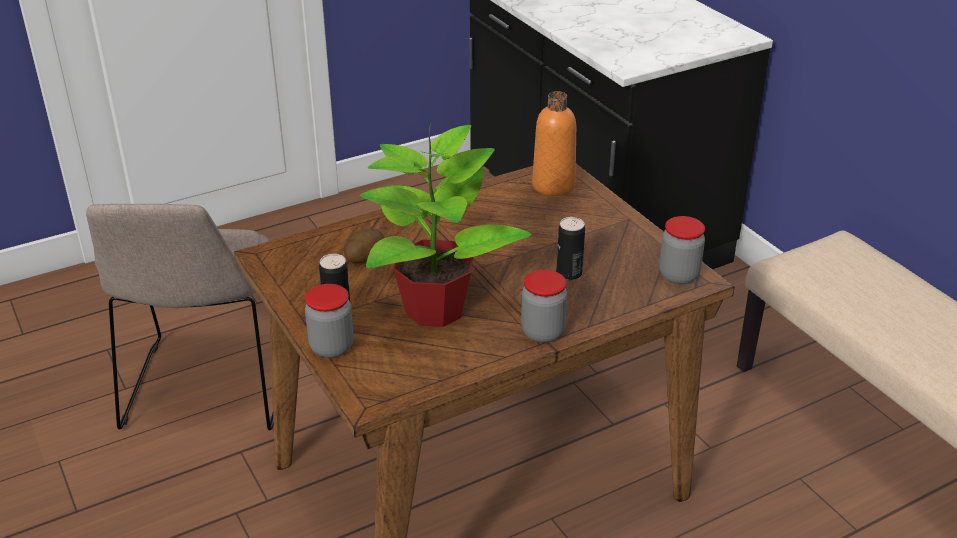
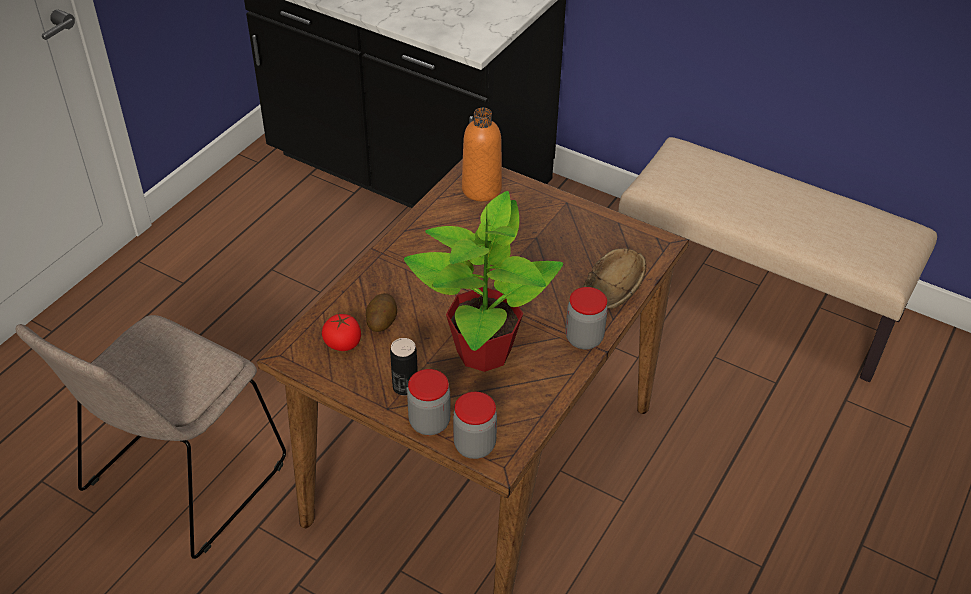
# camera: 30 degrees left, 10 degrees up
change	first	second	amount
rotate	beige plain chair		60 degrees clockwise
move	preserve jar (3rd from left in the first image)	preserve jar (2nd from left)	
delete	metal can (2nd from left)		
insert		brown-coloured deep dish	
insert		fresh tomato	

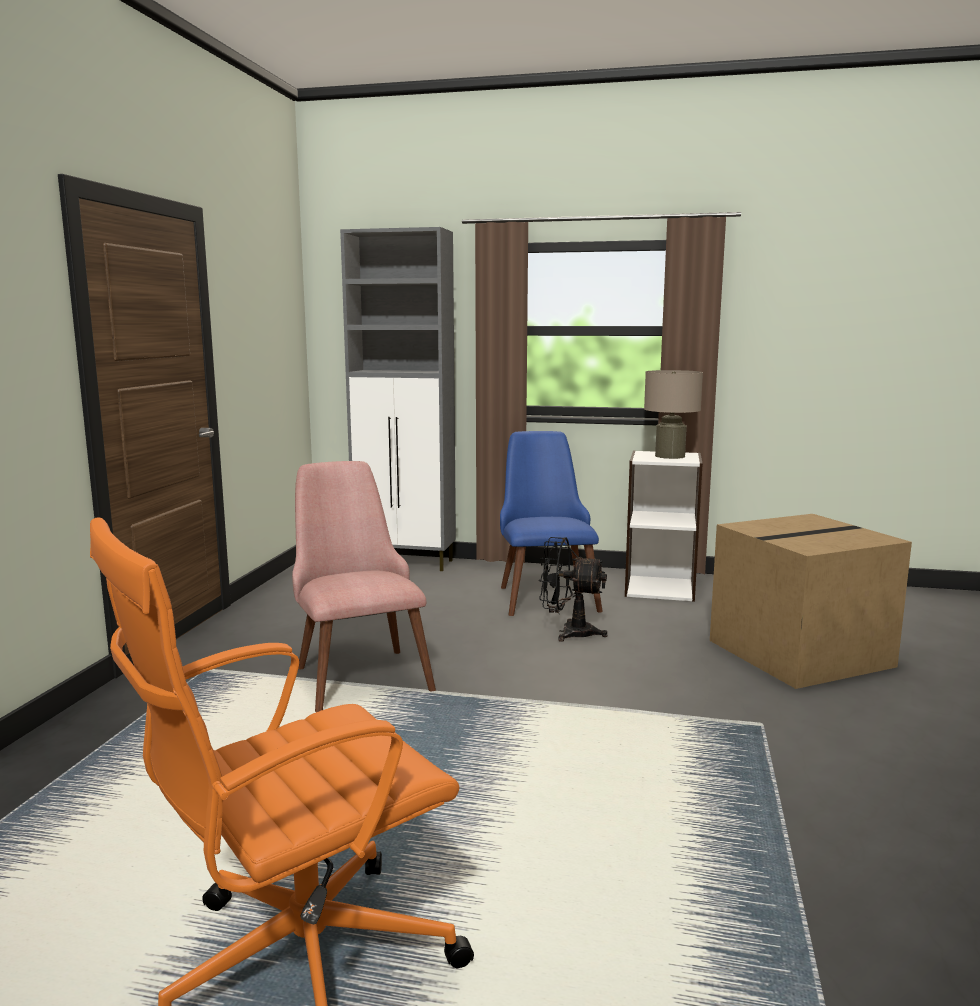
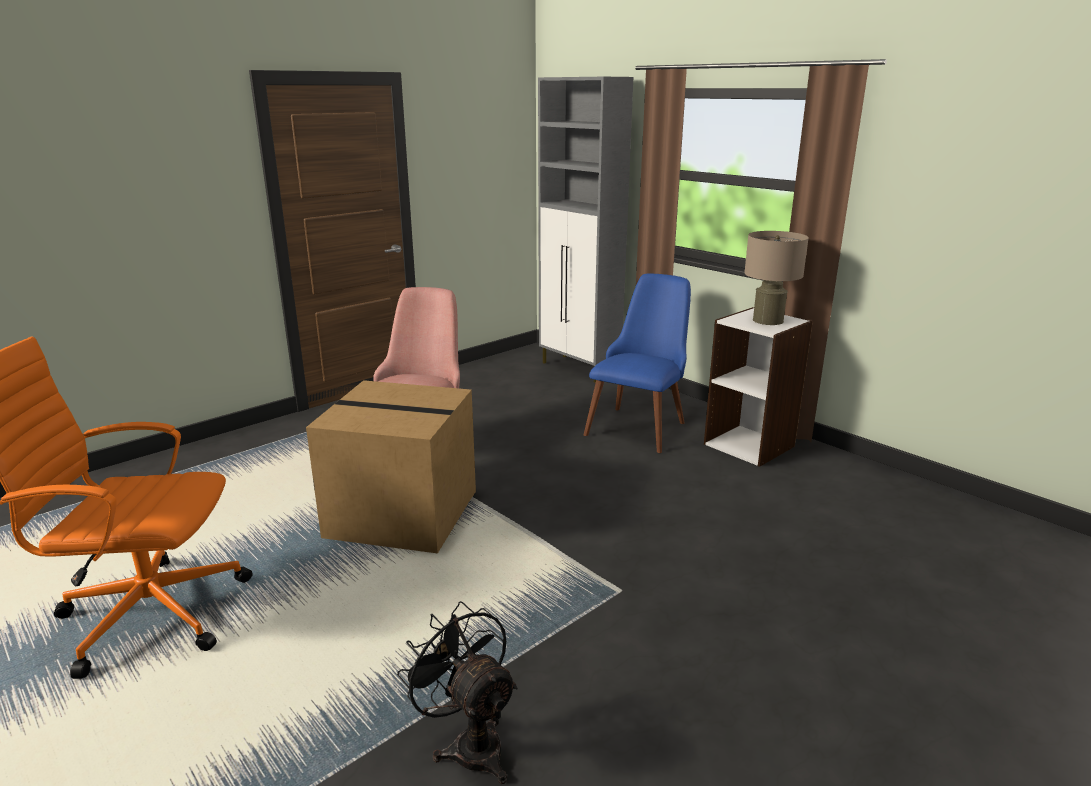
# camera: 35 degrees right, 10 degrees up
change	first	second	amount
move	packing box		
move	blackish electric fan		

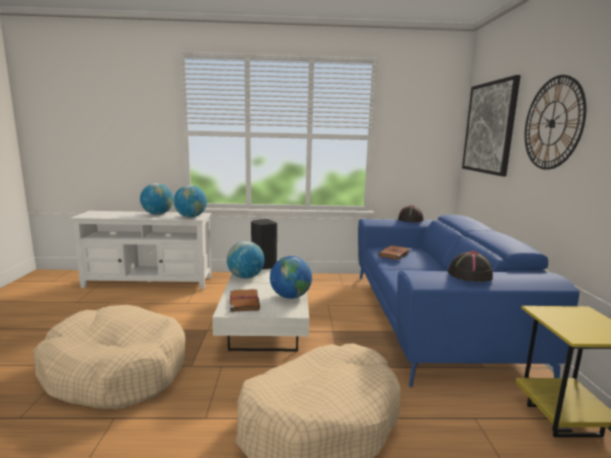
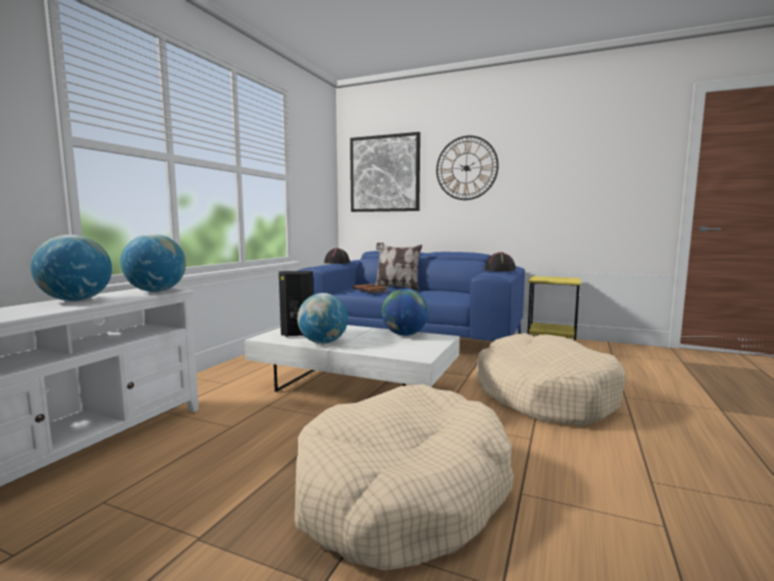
# camera: 65 degrees left, 5 degrees down
change	first	second	amount
delete	brown-coloured volume (1st from left)		
insert		cushion	

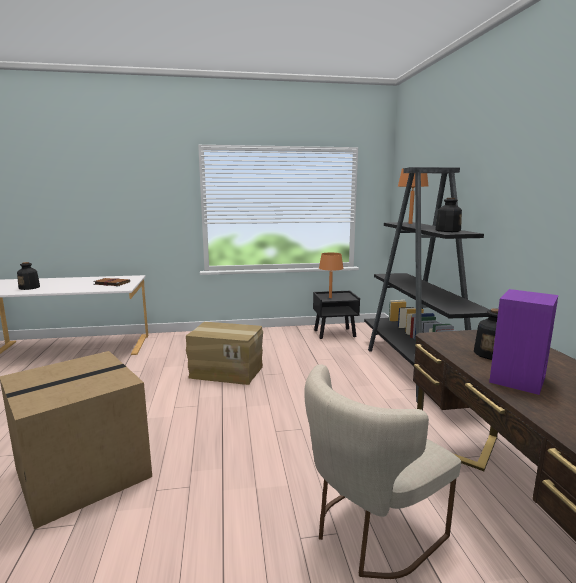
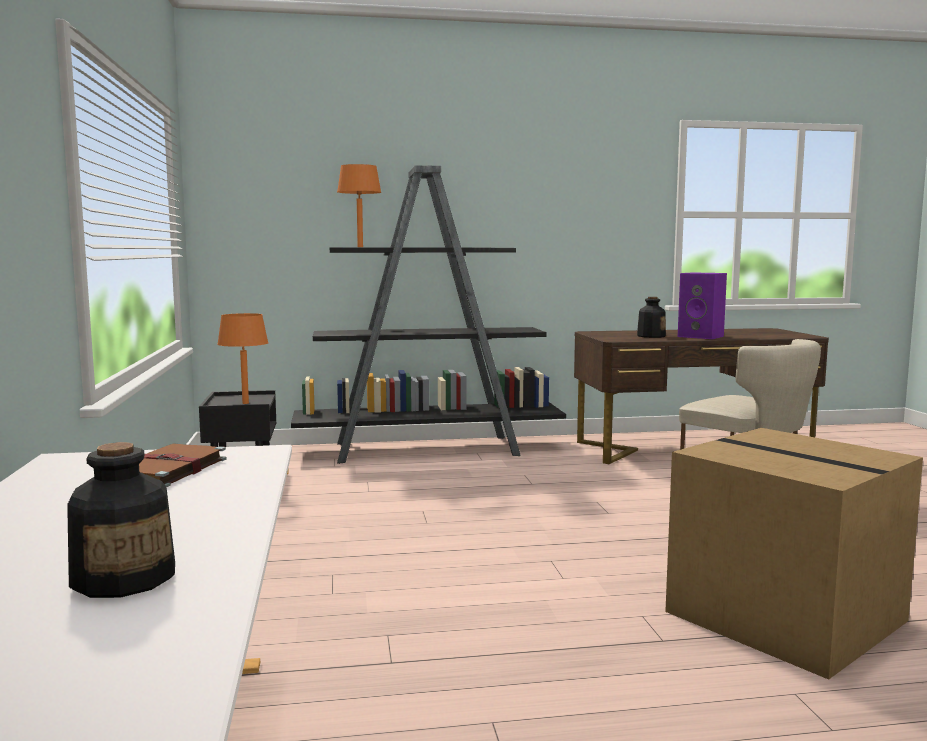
# camera: 90 degrees left, 5 degrees down
change	first	second	amount
delete	bottle (2nd from left)		
delete	packing box (2nd from left)		

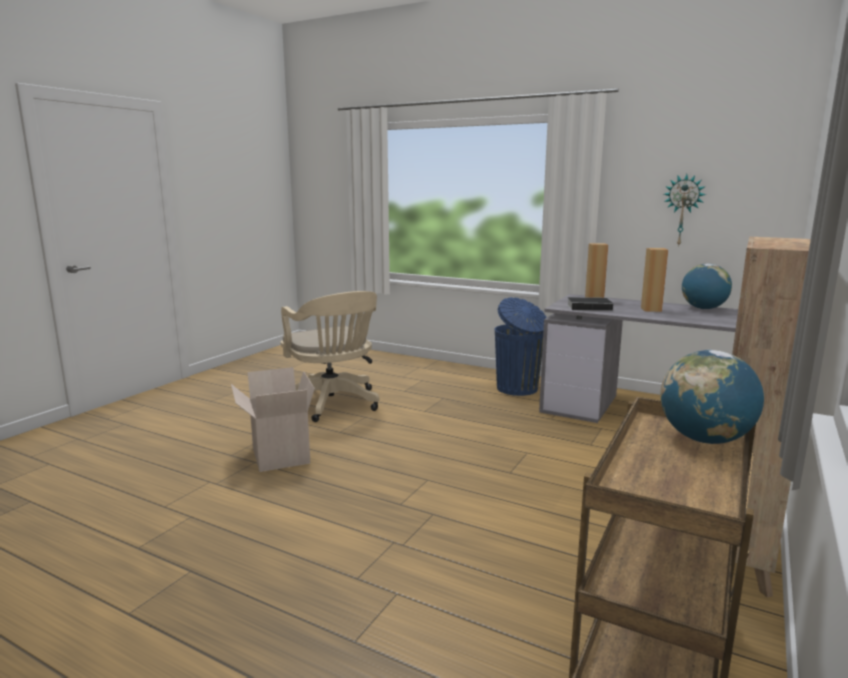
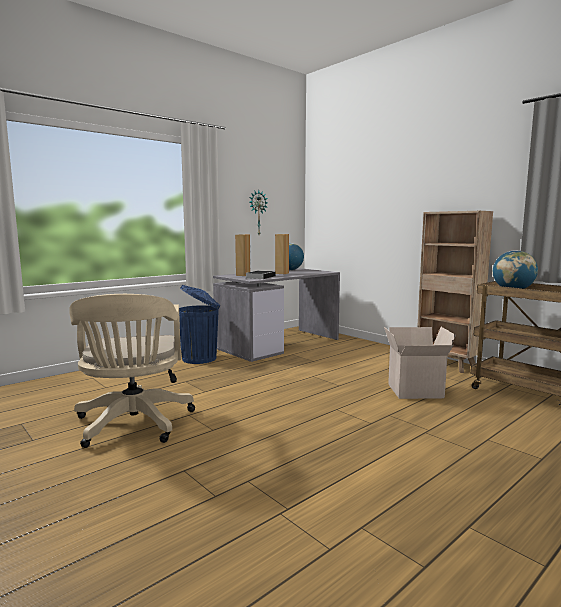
# camera: 70 degrees left, 5 degrees down
change	first	second	amount
rotate	beige desk chair		90 degrees clockwise
move	packing box		

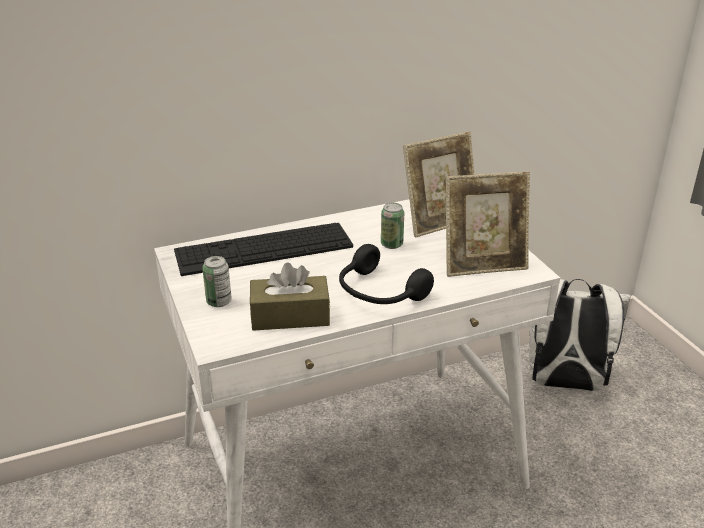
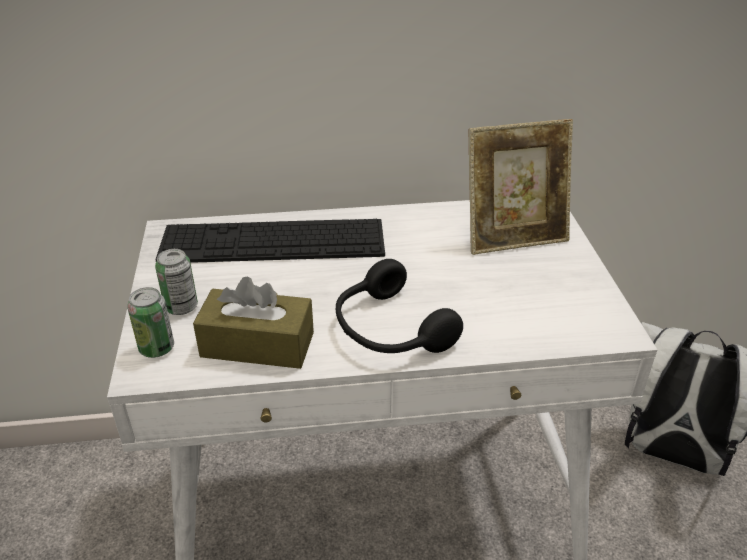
# camera: 15 degrees right, 5 degrees up
change	first	second	amount
delete	photo frame (2nd from left)		
move	metal can (2nd from left in the first image)	metal can (1st from left)	

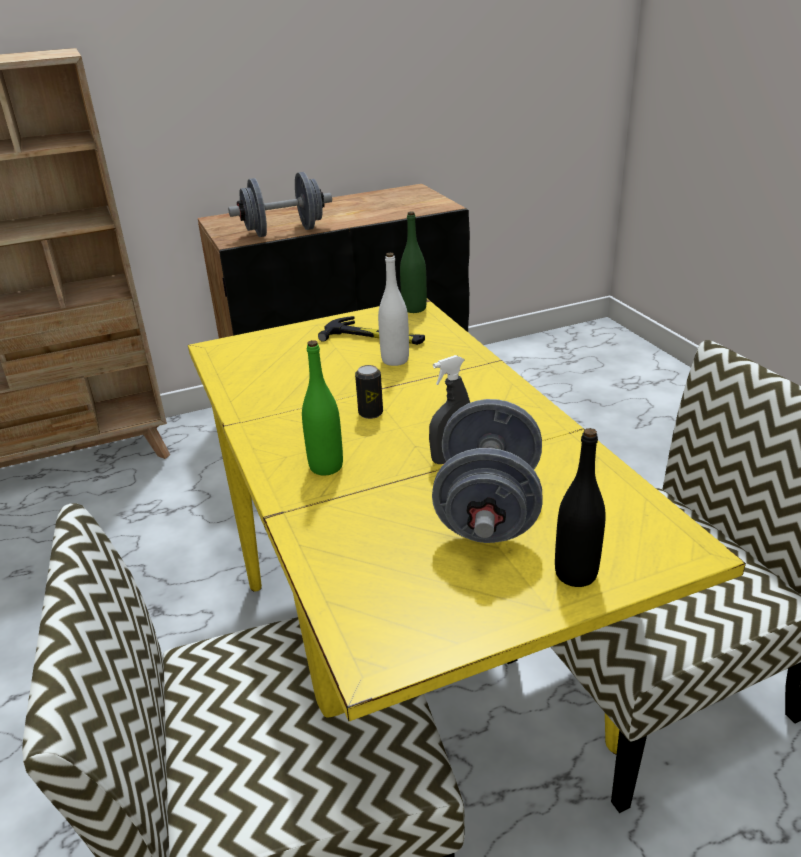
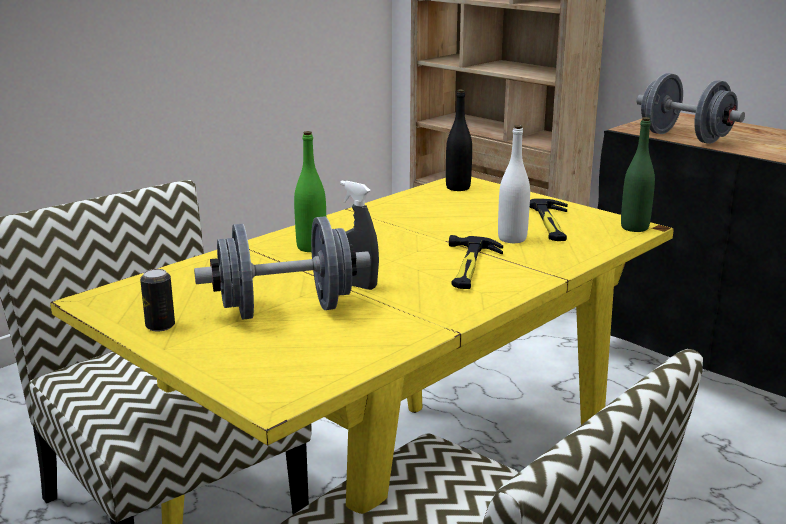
# camera: 65 degrees right, 10 degrees down
change	first	second	amount
move	metal can		
move	blackish bottle		
insert		tool hammer (1st from left)	

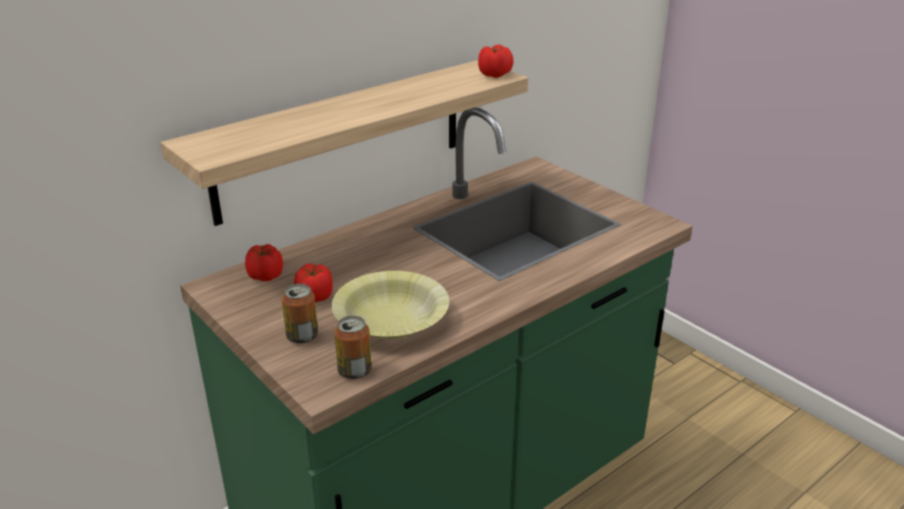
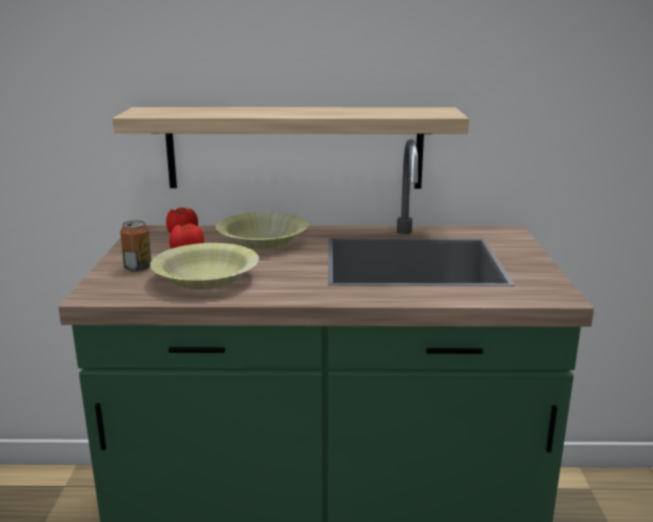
# camera: 40 degrees right, 10 degrees down
change	first	second	amount
delete	fresh tomato (3rd from left)		
delete	metal can (2nd from left)		
insert		yellow-coloured deep dish (2nd from left)	

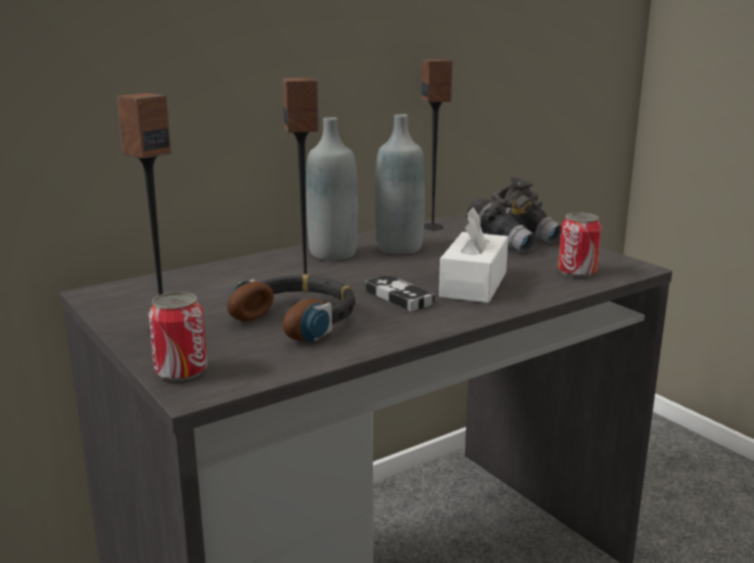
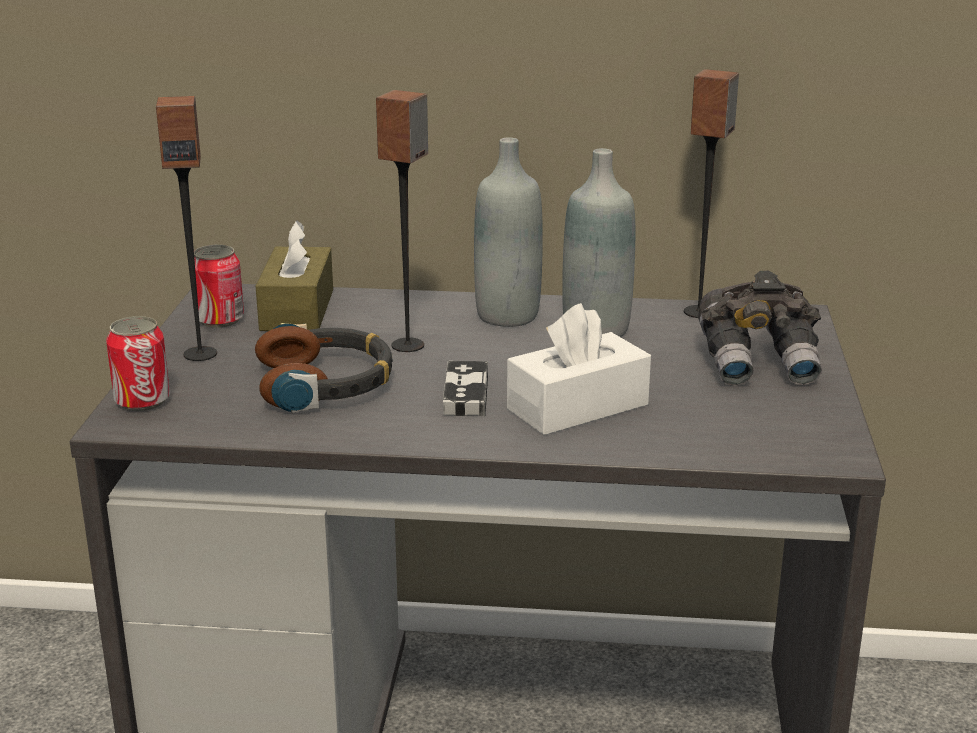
# camera: 40 degrees right, 5 degrees up
change	first	second	amount
move	metal can (2nd from left)		
insert		brown-coloured tissue holder	

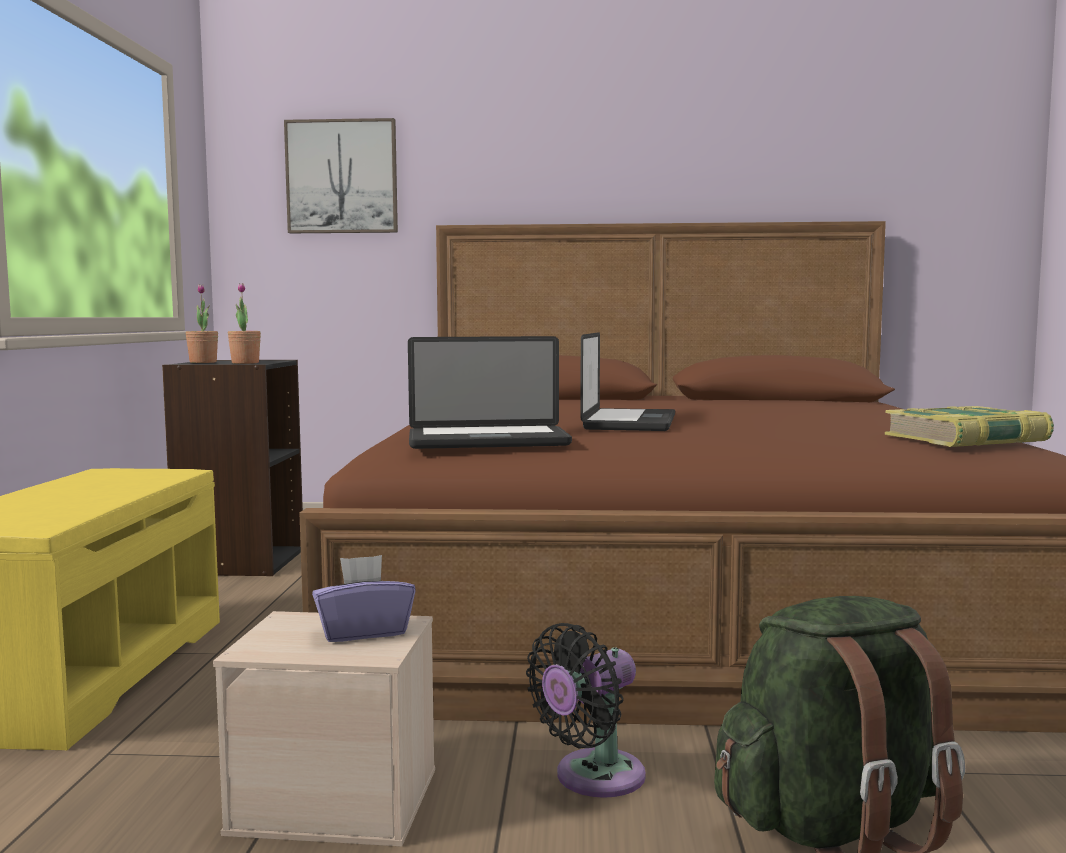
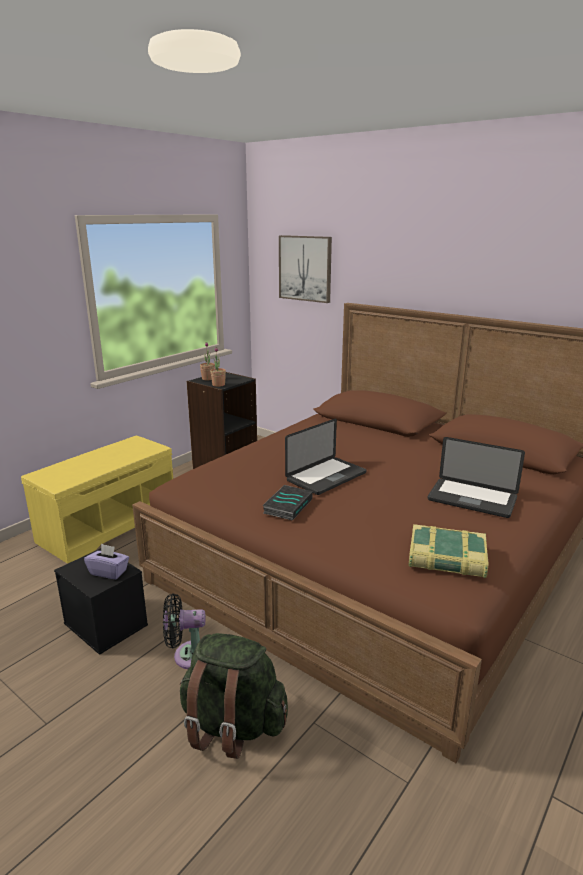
# camera: 35 degrees right, 15 degrees up
change	first	second	amount
move	portable computer (1st from left in the first image)	portable computer (2nd from left)	
recolor	beige storage box	blackish storage box	
insert		volume (1st from left)	

